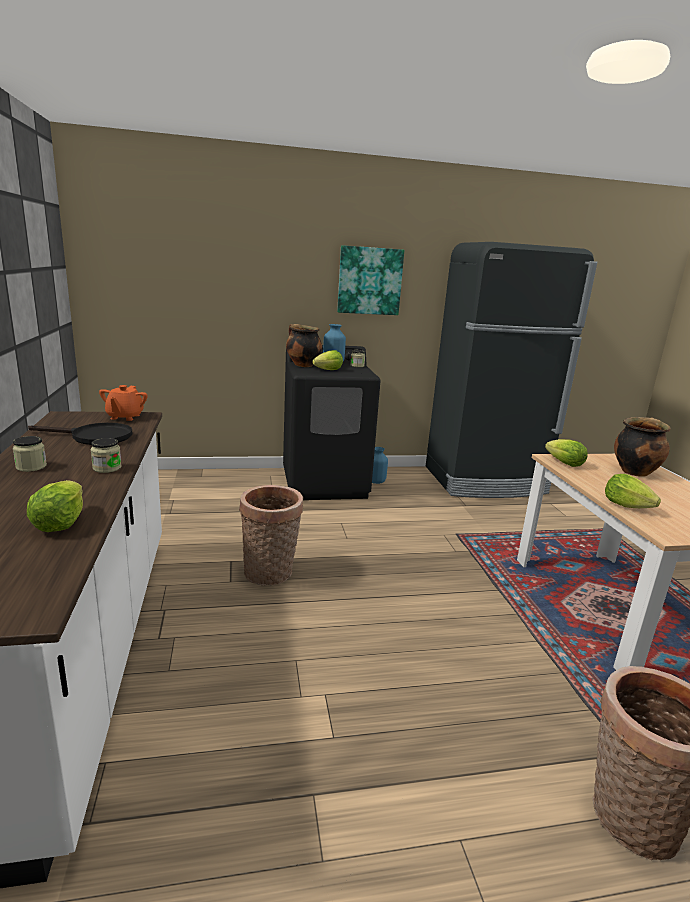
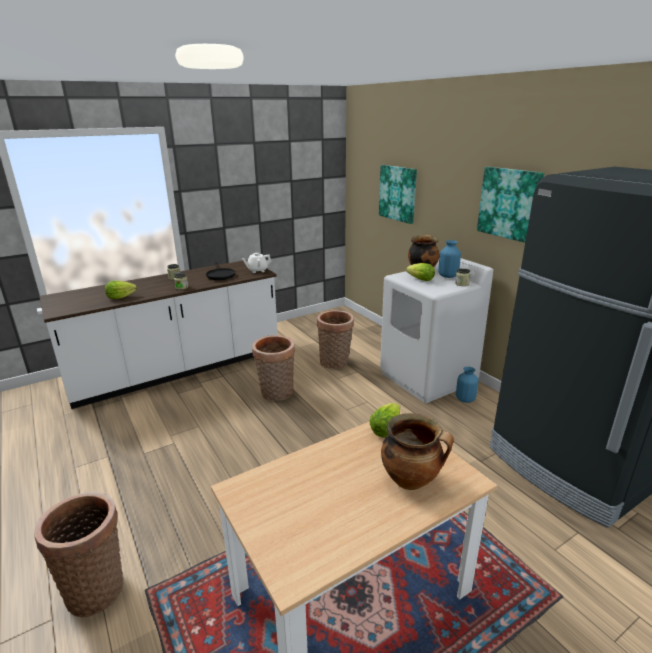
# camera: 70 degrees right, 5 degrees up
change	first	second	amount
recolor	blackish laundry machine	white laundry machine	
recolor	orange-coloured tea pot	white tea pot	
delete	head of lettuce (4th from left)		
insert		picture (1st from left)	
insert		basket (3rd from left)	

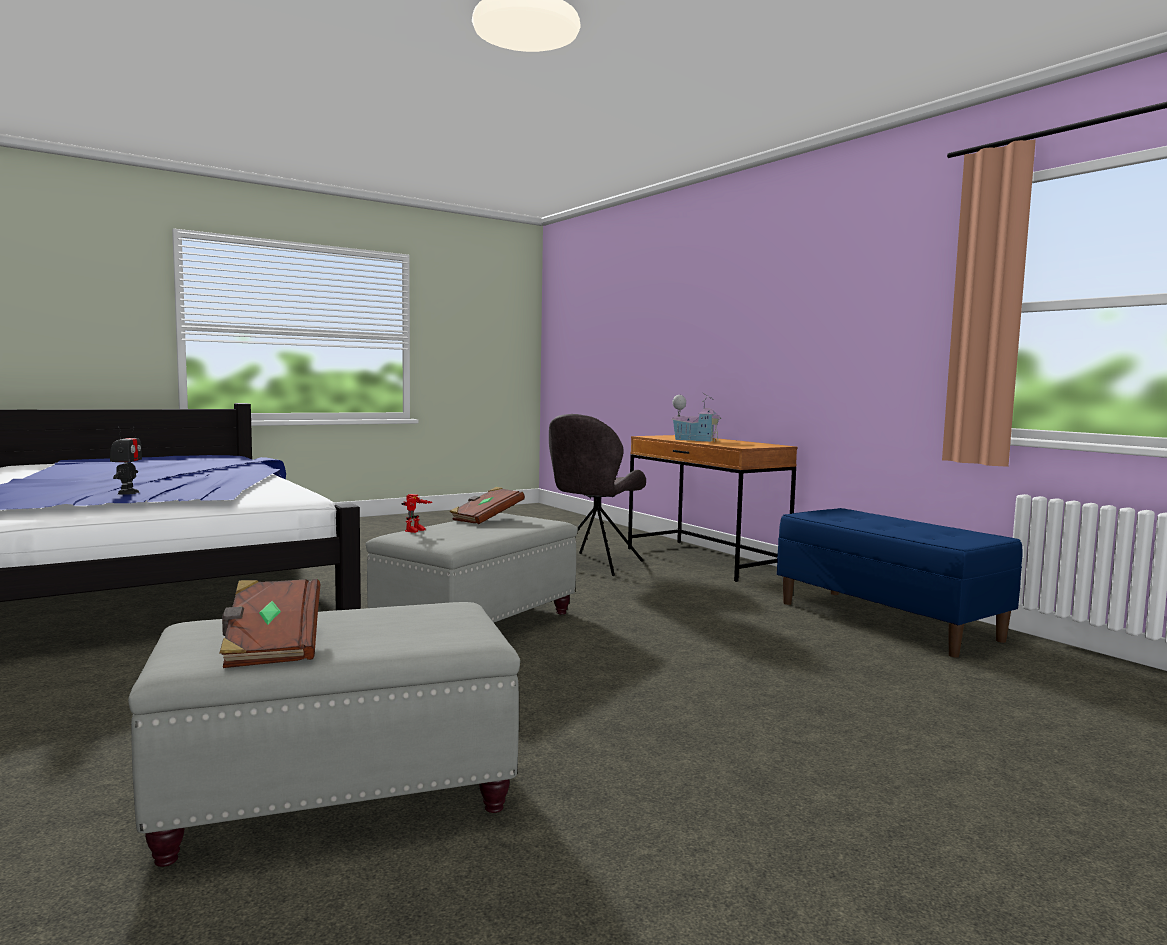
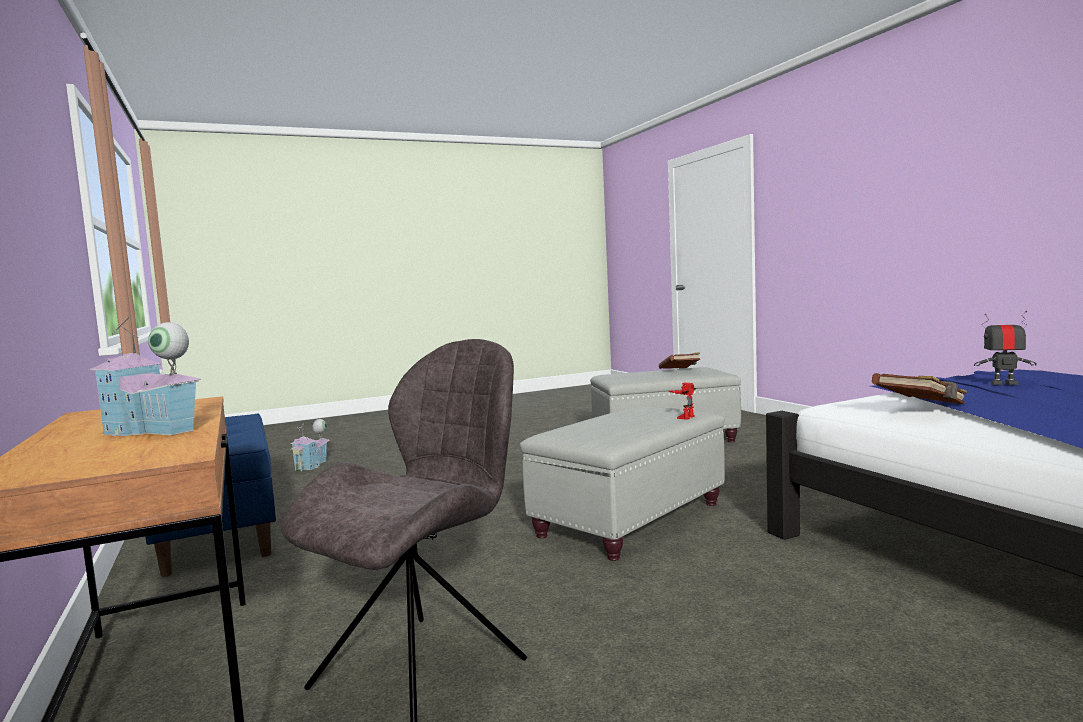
# camera: 170 degrees left, 0 degrees up
change	first	second	amount
rotate	model robot (1st from left in the first image)	model robot (2nd from left)	105 degrees clockwise
move	brown-coloured volume (2nd from left)		
insert		miniature house (2nd from left)	

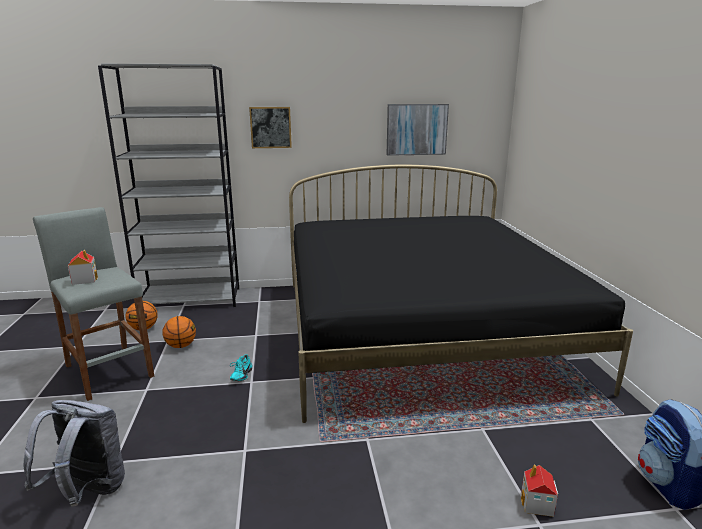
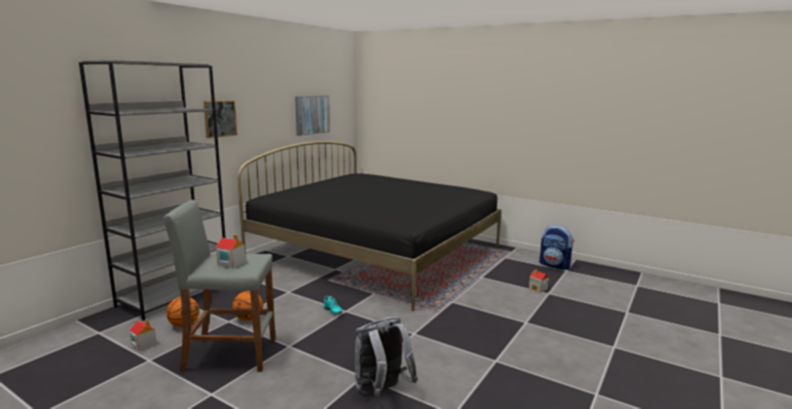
# camera: 50 degrees left, 5 degrees down
change	first	second	amount
insert		miniature house (1st from left)	

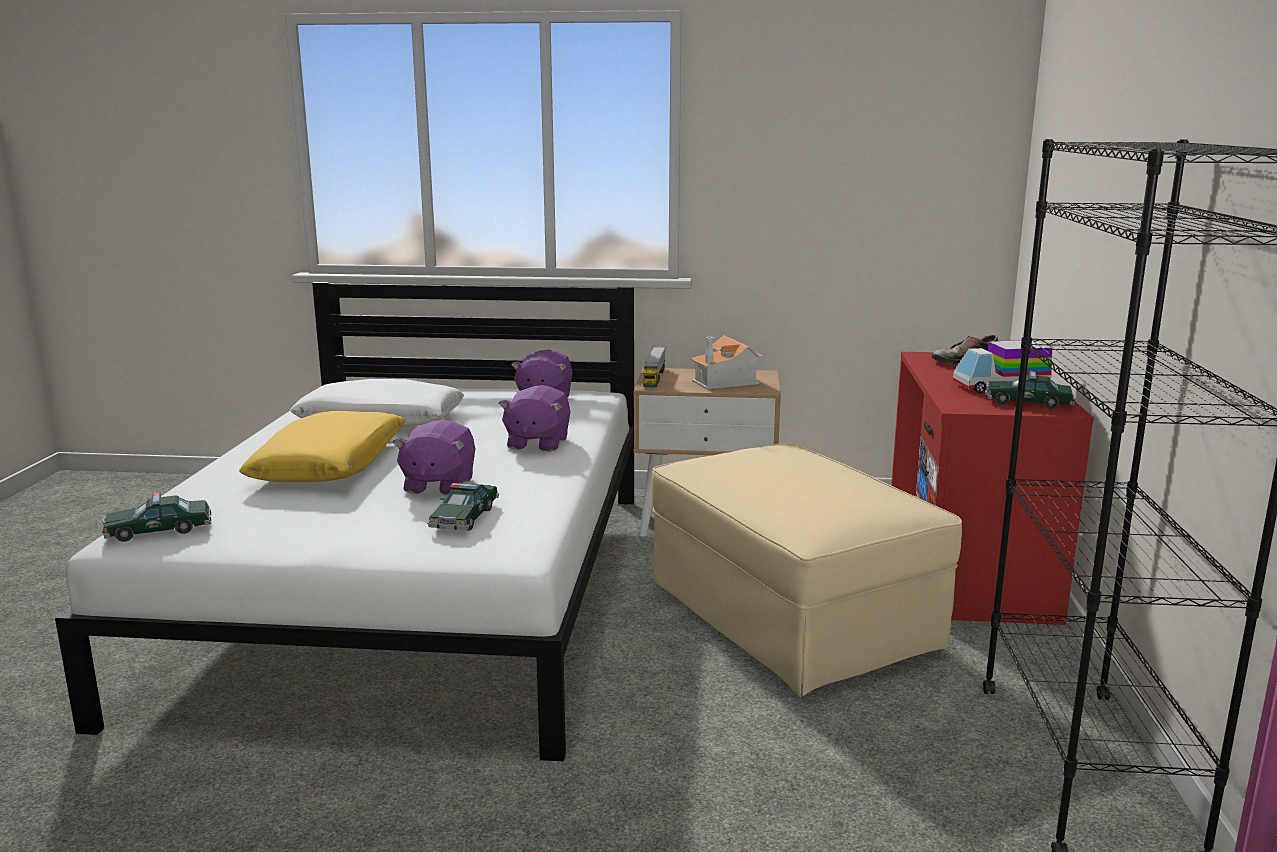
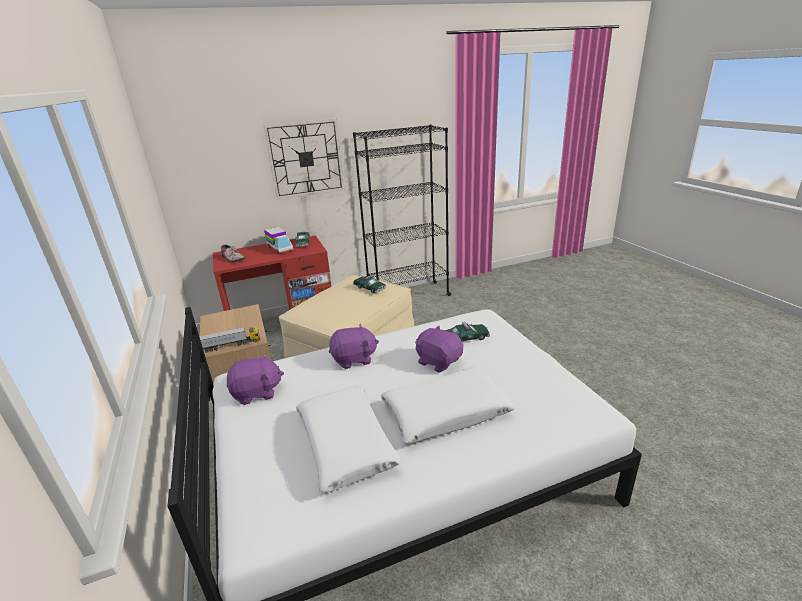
# camera: 115 degrees left, 10 degrees up
change	first	second	amount
delete	miniature house		
recolor	yellow-coloured cushion	white cushion (2nd from left)	
rotate	purple-coloured cuddly toy (1st from left in the first image)	purple-coloured cuddly toy (3rd from left)	120 degrees counterclockwise
move	model car (1st from left in the first image)	model car (2nd from left)	
insert		hanging clock	

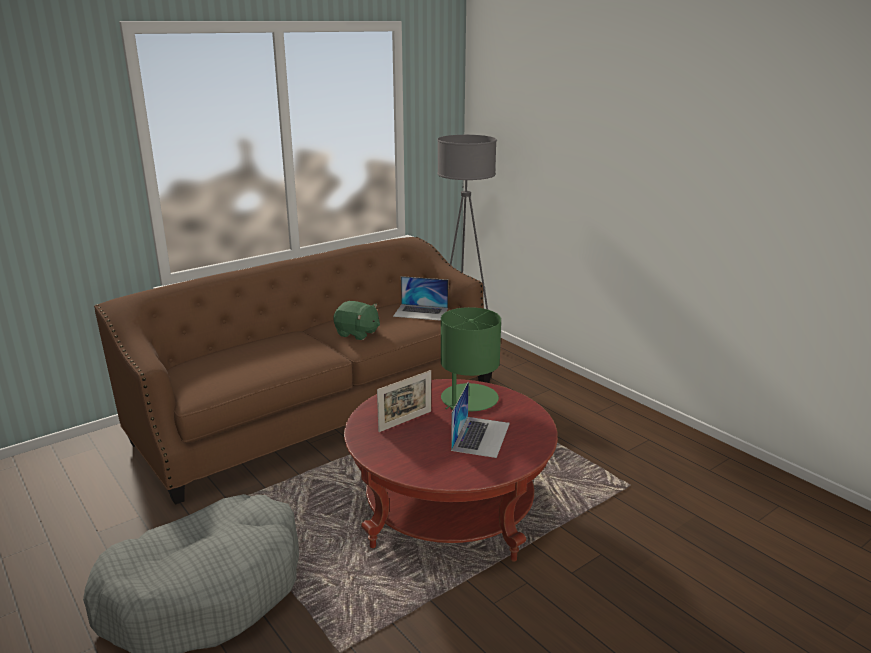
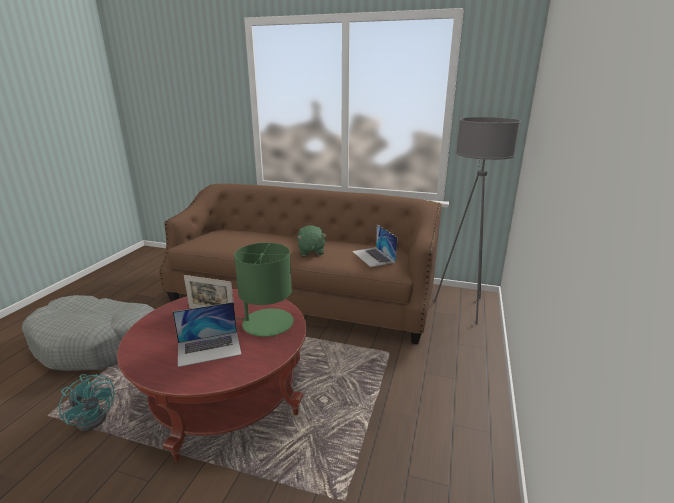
# camera: 55 degrees right, 0 degrees up
change	first	second	amount
insert		turquoise-coloured electric fan	

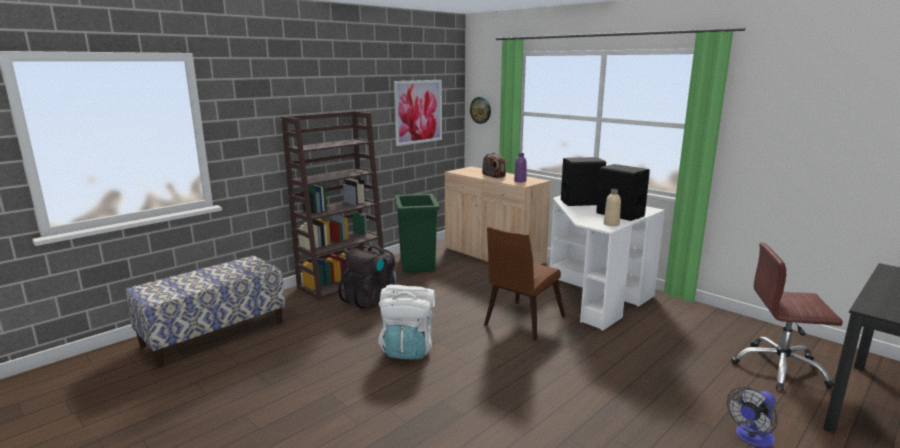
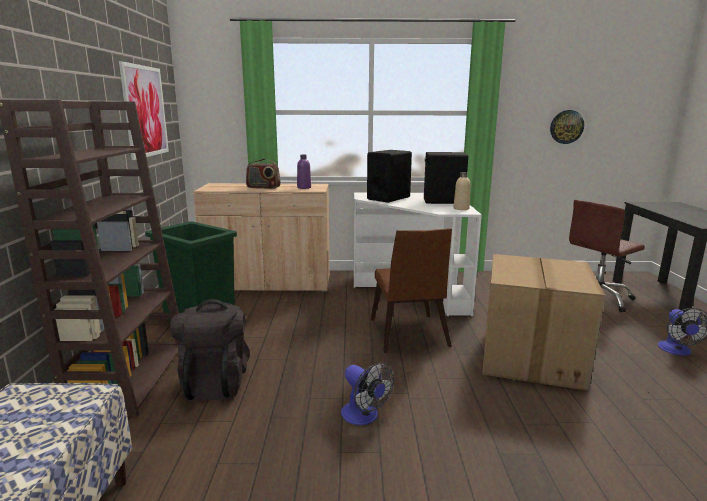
# camera: 45 degrees left, 0 degrees up
change	first	second	amount
move	hanging clock		
replace	white rucksack	electric fan (1st from left)	
insert		packing box	

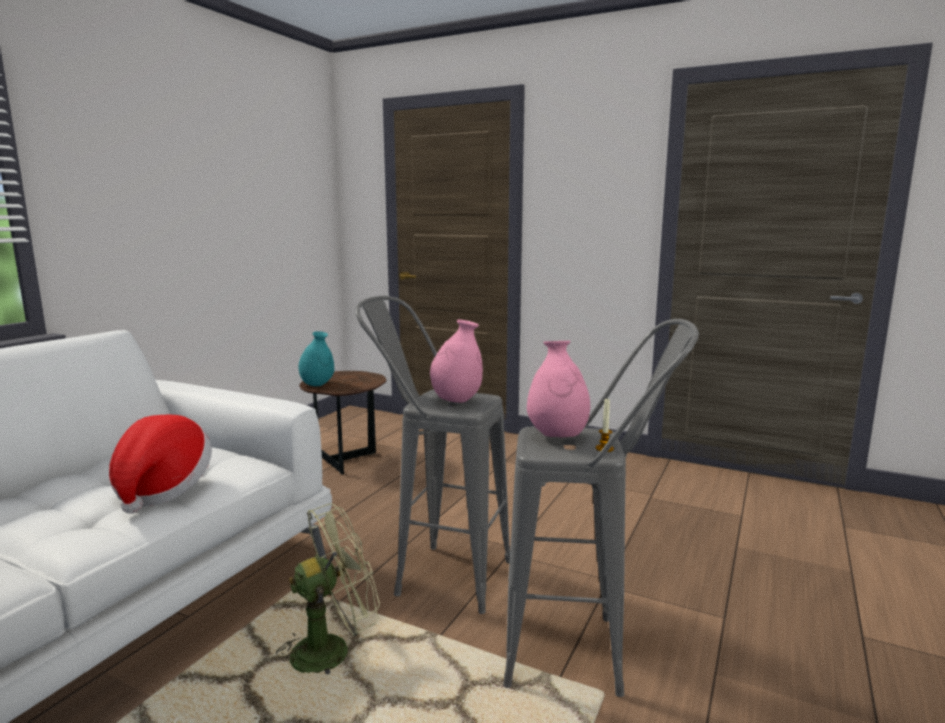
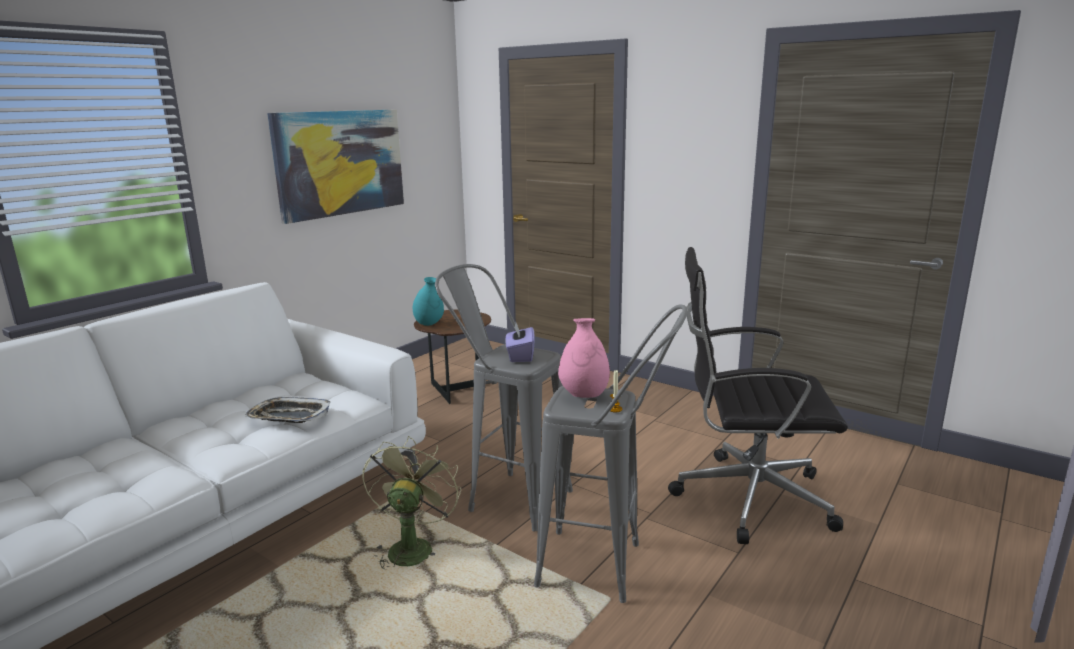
# camera: 10 degrees right, 5 degrees up
change	first	second	amount
replace	pinkish flower vase (1st from left)	purple-coloured tissue holder	
replace	clothing hat	tray	
rotate	green-coloured electric fan		60 degrees counterclockwise
insert		picture	
insert		blackish desk chair	

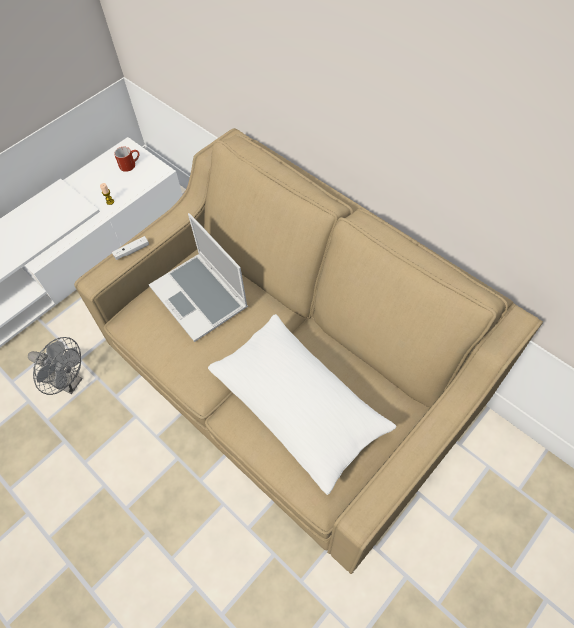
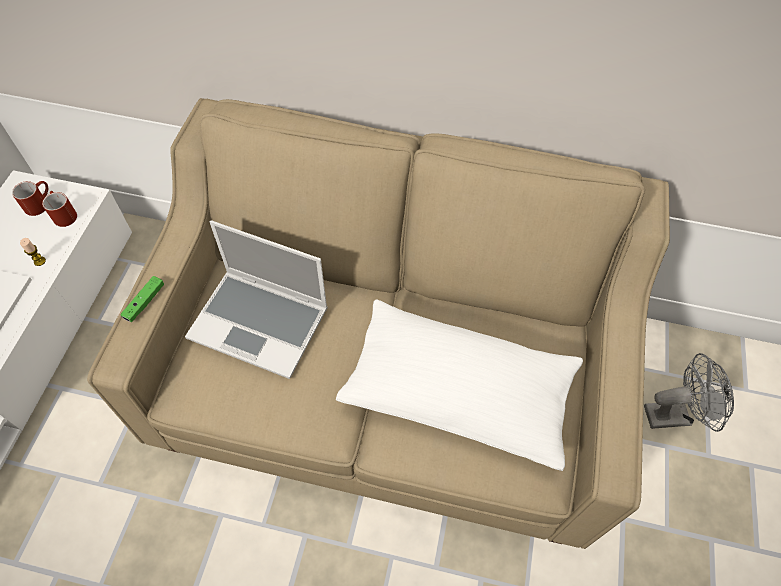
# camera: 35 degrees left, 0 degrees up
change	first	second	amount
recolor	white gamepad	green-coloured gamepad	
move	grey electric fan		
insert		red-coloured tea mug (2nd from left)	

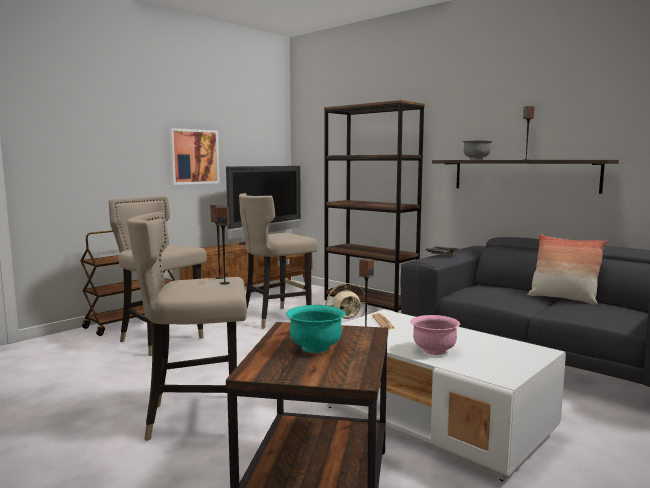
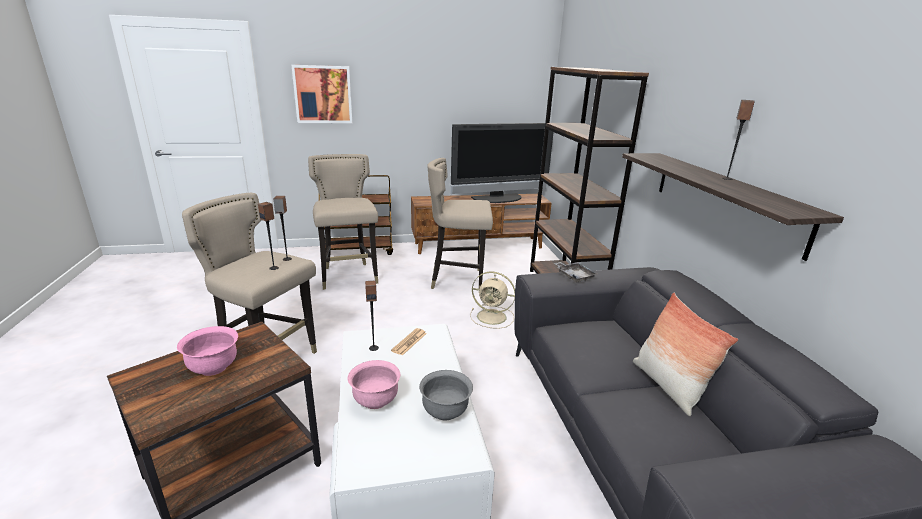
# camera: 35 degrees right, 15 degrees up
change	first	second	amount
move	picture		
move	grey deep dish		
recolor	turquoise-coloured deep dish	pinkish deep dish (1st from left)	

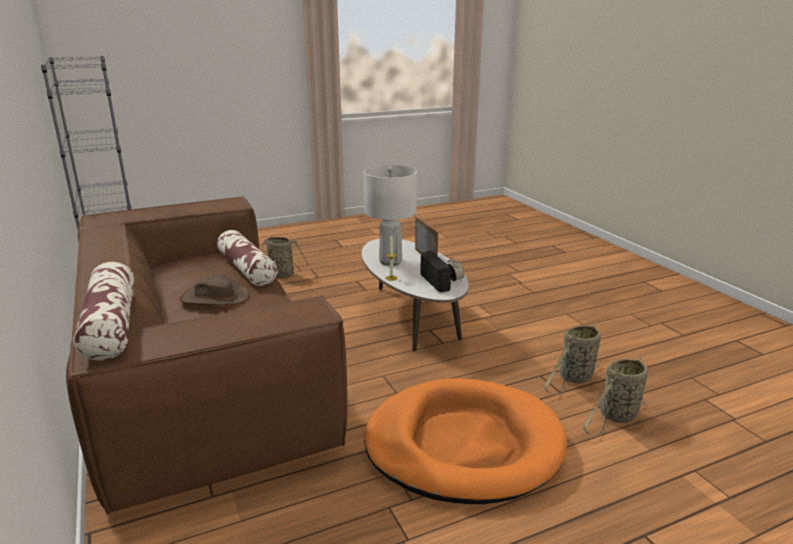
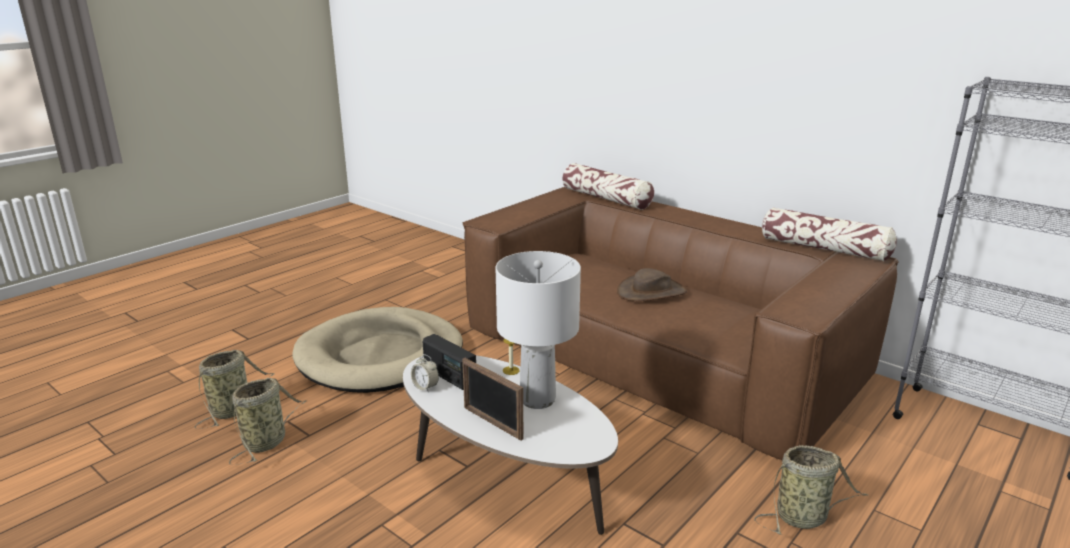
# camera: 155 degrees right, 0 degrees up
change	first	second	amount
move	cushion (2nd from left)		
recolor	orange-coloured dog bed	beige dog bed	

